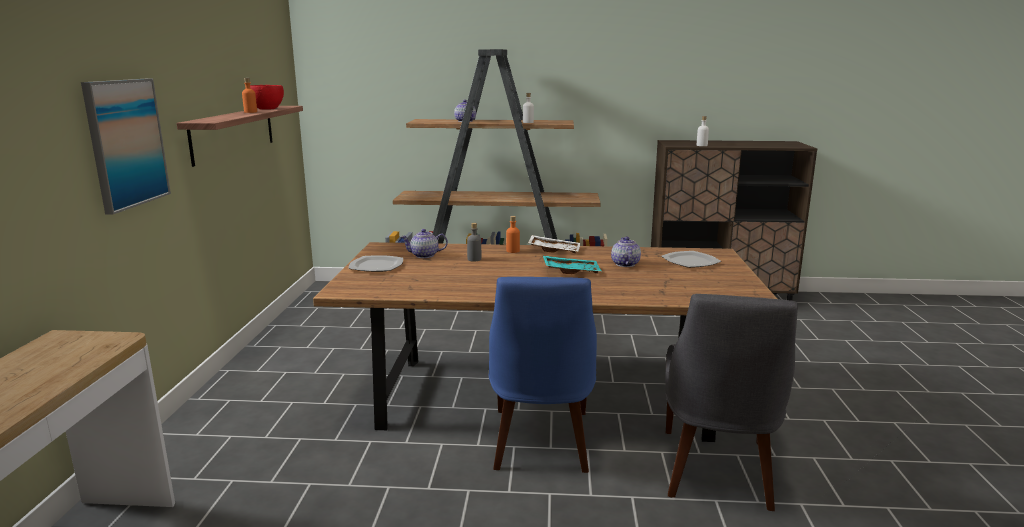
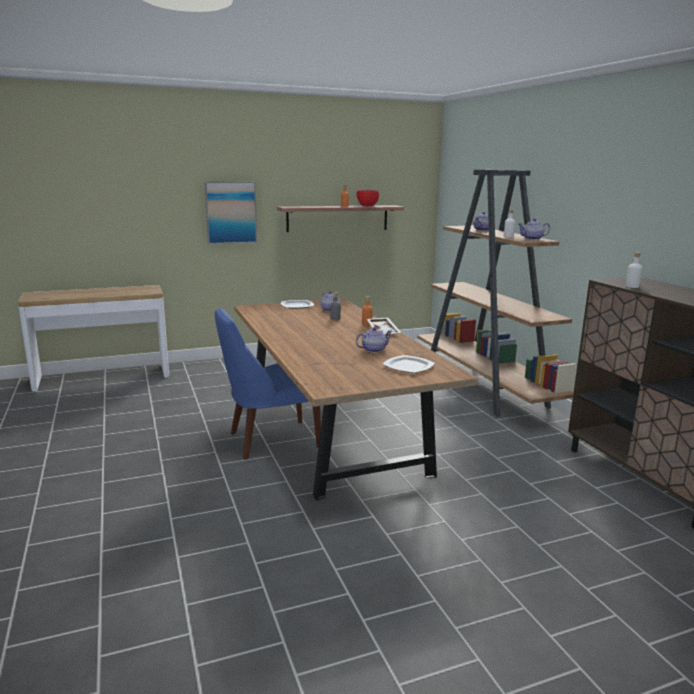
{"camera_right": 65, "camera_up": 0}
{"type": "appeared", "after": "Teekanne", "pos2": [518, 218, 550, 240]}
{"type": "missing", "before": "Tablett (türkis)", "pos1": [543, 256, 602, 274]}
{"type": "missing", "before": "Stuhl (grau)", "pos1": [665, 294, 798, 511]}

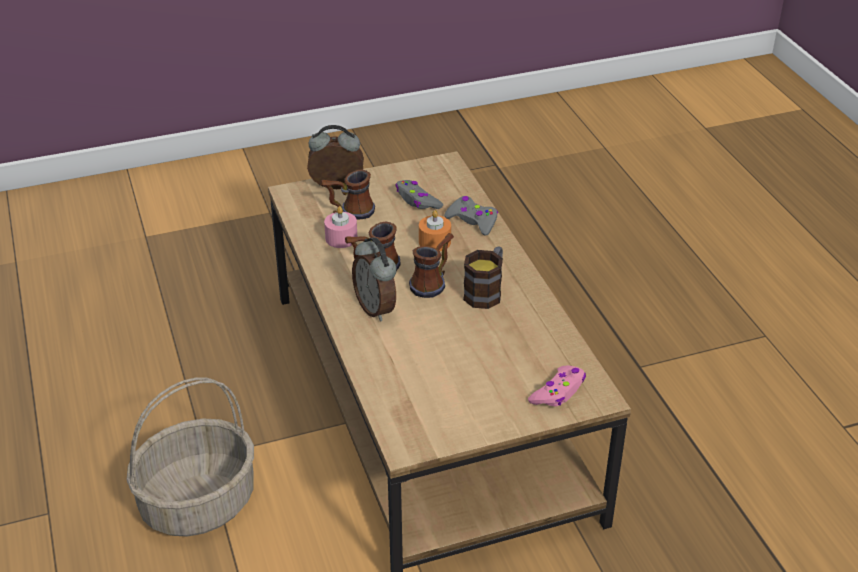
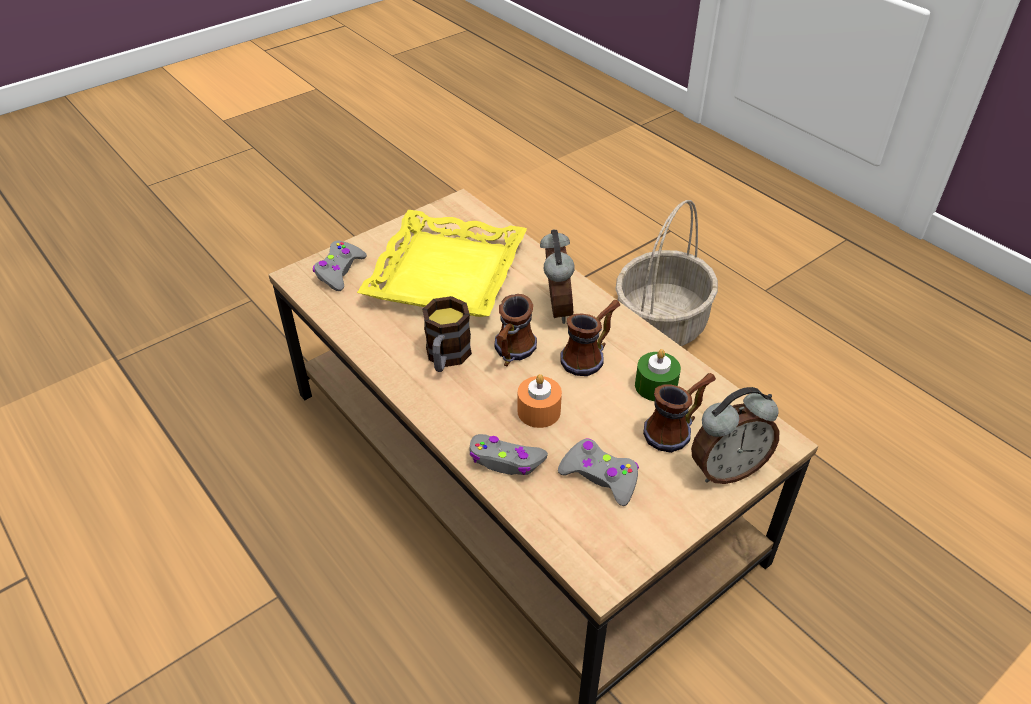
{"camera_right": 160, "camera_up": 5}
{"type": "colour", "before": "Gamepad (rosa)", "after": "Gamepad (grau)", "pos1": [528, 365, 586, 406], "pos2": [313, 241, 367, 291]}
{"type": "appeared", "after": "Tablett (gelb)", "pos2": [357, 210, 527, 317]}
{"type": "spun", "before": "Wecker", "pos1": [352, 237, 397, 322], "pos2": [540, 230, 575, 324], "turn": 45}
{"type": "colour", "before": "Kerze (rosa)", "after": "Kerze (grün)", "pos1": [324, 206, 357, 248], "pos2": [635, 349, 681, 401]}

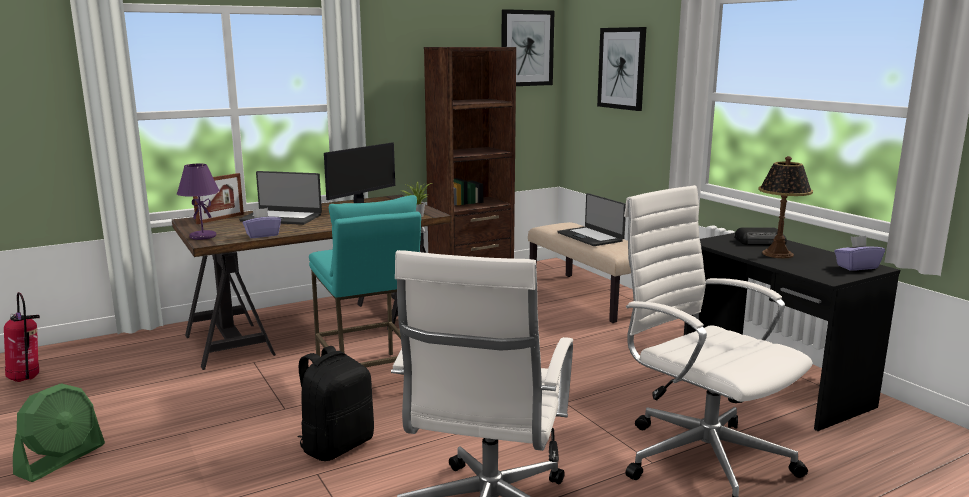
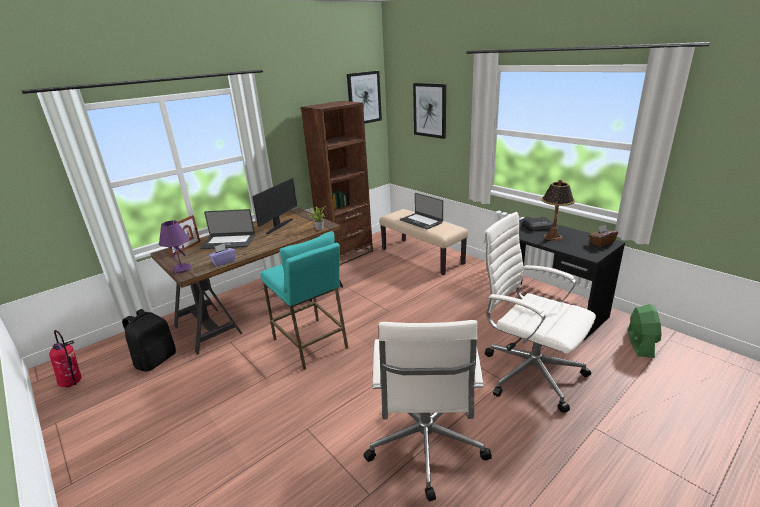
{"camera_right": -10, "camera_up": 10}
{"type": "relocated", "before": "Rucksack (schwarz)", "pos1": [298, 346, 374, 461], "pos2": [122, 309, 176, 372]}
{"type": "colour", "before": "Taschentuchbox (lila)", "after": "Taschentuchbox (braun)", "pos1": [834, 236, 885, 271], "pos2": [589, 225, 618, 247]}
{"type": "relocated", "before": "Ventilator (grün)", "pos1": [13, 383, 105, 482], "pos2": [628, 304, 662, 358]}

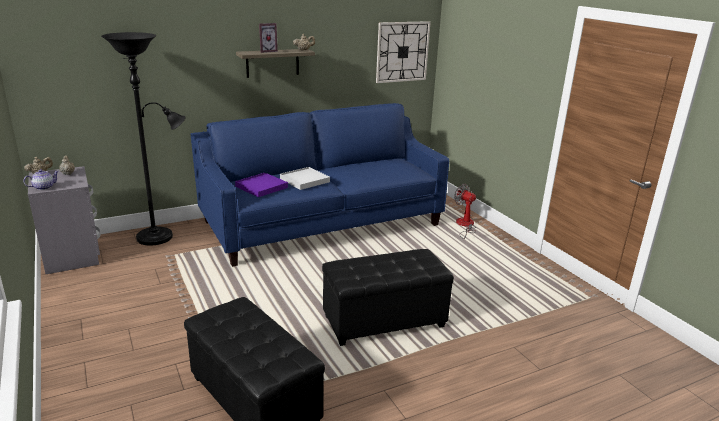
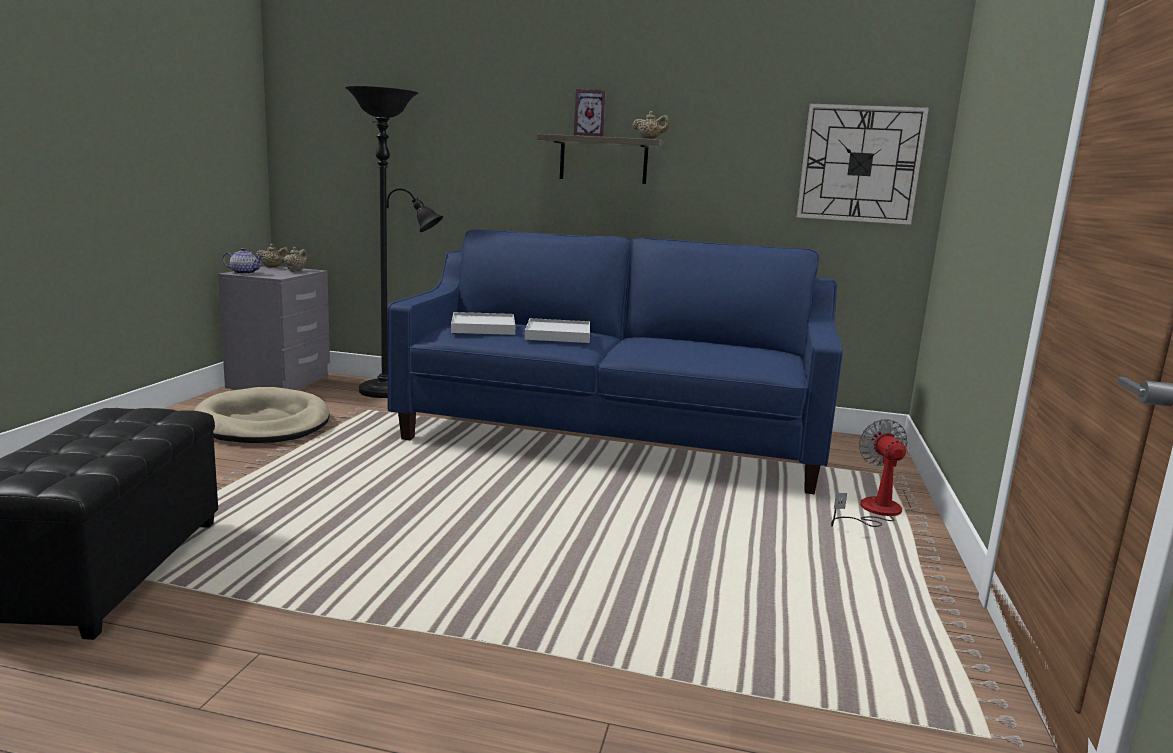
{"camera_right": 40, "camera_up": -10}
{"type": "appeared", "after": "Hundebett (beige)", "pos2": [194, 387, 330, 443]}
{"type": "colour", "before": "Tablett (lila)", "after": "Tablett (weiß)", "pos1": [235, 173, 288, 197], "pos2": [451, 312, 515, 335]}
{"type": "missing", "before": "Polsterhocker (schwarz)", "pos1": [322, 249, 454, 346]}

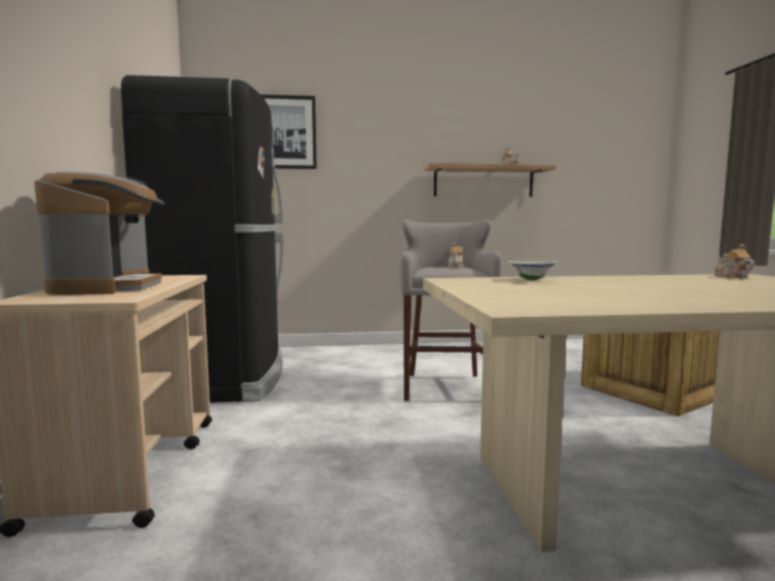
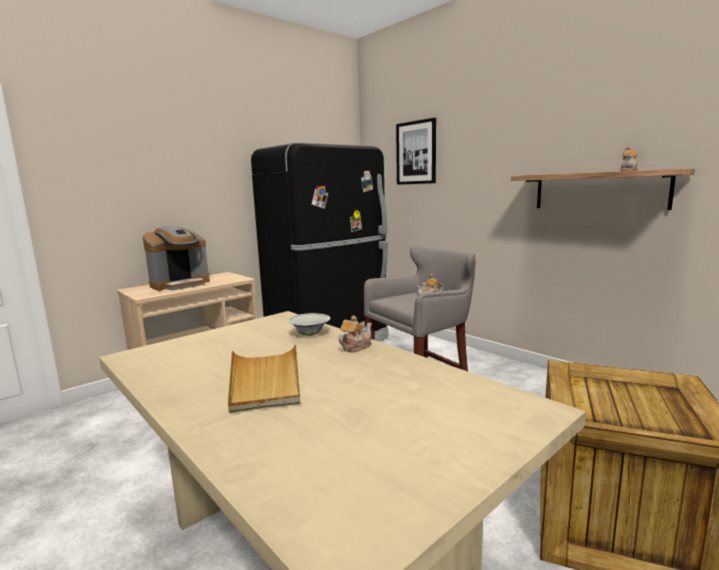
{"camera_right": 55, "camera_up": 5}
{"type": "appeared", "after": "Tablett (beige)", "pos2": [228, 344, 300, 413]}
{"type": "relocated", "before": "Teekanne", "pos1": [714, 244, 754, 278], "pos2": [338, 315, 372, 352]}

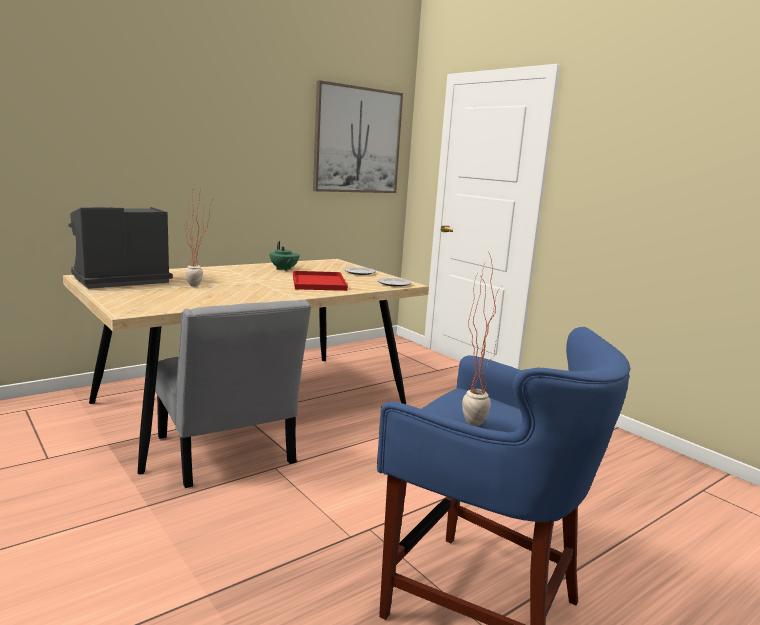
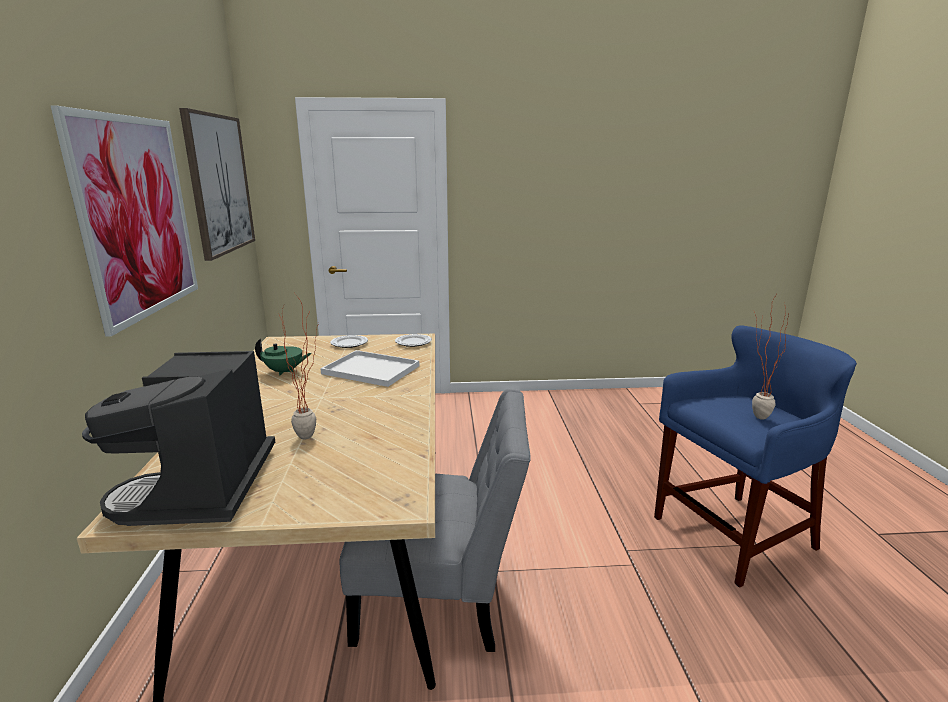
{"camera_right": -55, "camera_up": 5}
{"type": "appeared", "after": "Bild", "pos2": [51, 106, 198, 337]}
{"type": "colour", "before": "Tablett (rot)", "after": "Tablett (weiß)", "pos1": [293, 271, 348, 291], "pos2": [320, 350, 419, 387]}

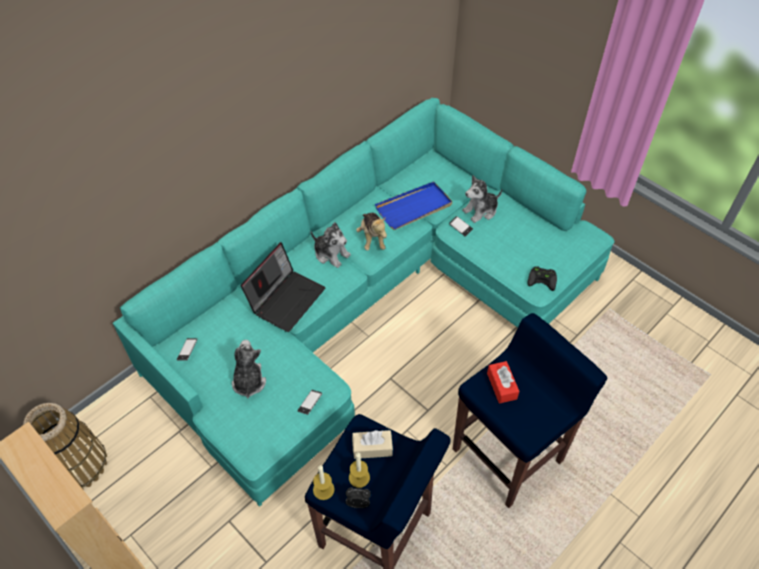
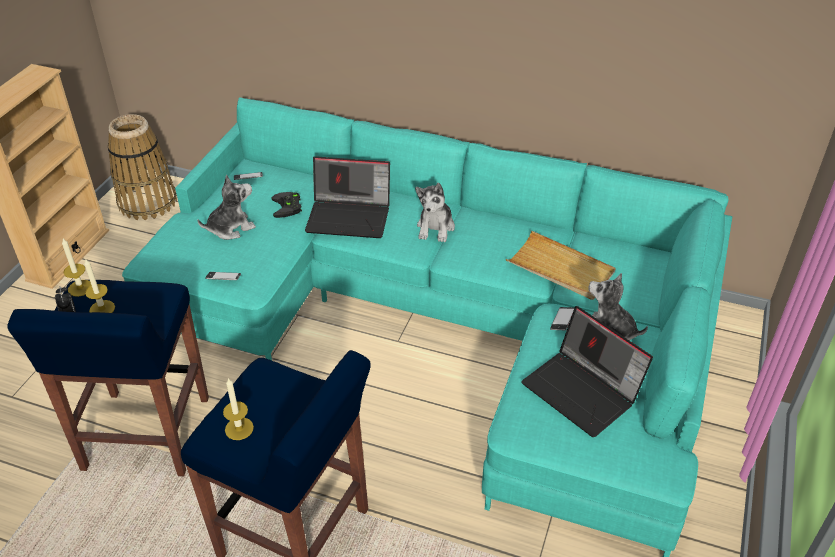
{"camera_right": 65, "camera_up": -10}
{"type": "appeared", "after": "Kerze", "pos2": [223, 378, 254, 440]}
{"type": "relocated", "before": "Gamepad (schwarz)", "pos1": [528, 267, 557, 291], "pos2": [271, 192, 302, 218]}
{"type": "colour", "before": "Tablett (blau)", "after": "Tablett (beige)", "pos1": [375, 181, 452, 230], "pos2": [506, 231, 616, 300]}
{"type": "appeared", "after": "Laptop", "pos2": [521, 306, 653, 437]}
{"type": "missing", "before": "Taschentuchbox (beige)", "pos1": [352, 430, 393, 459]}
{"type": "missing", "before": "Plüschtier", "pos1": [356, 213, 387, 251]}
{"type": "missing", "before": "Taschentuchbox (rot)", "pos1": [487, 361, 520, 404]}

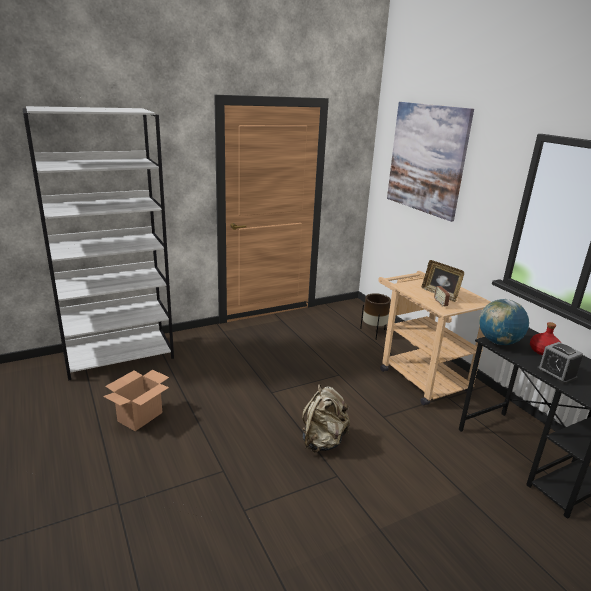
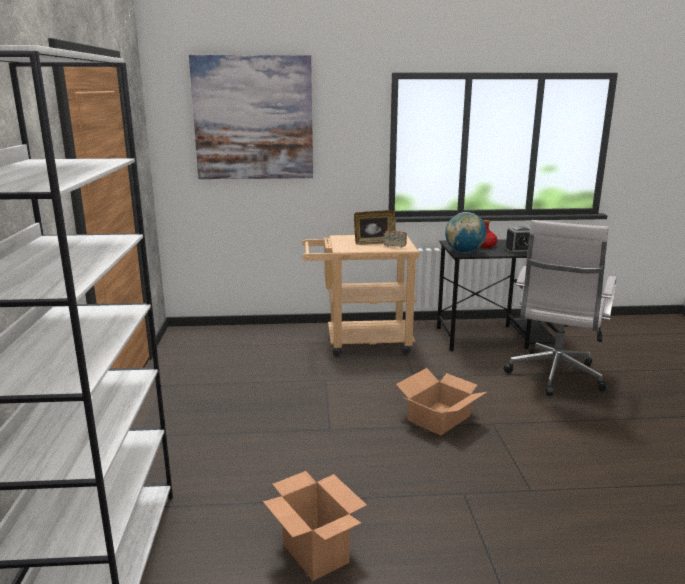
{"camera_right": -65, "camera_up": -5}
{"type": "exchanged", "before": "Rucksack (beige)", "after": "Karton", "pos1": [302, 384, 350, 453], "pos2": [396, 368, 487, 436]}
{"type": "appeared", "after": "Bürostuhl (weiß)", "pos2": [503, 220, 617, 396]}
{"type": "missing", "before": "Pflanzkübel (braun)", "pos1": [360, 293, 391, 339]}

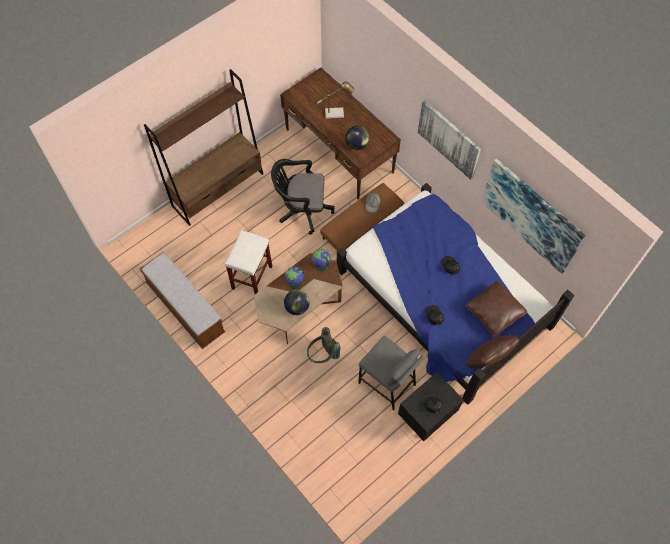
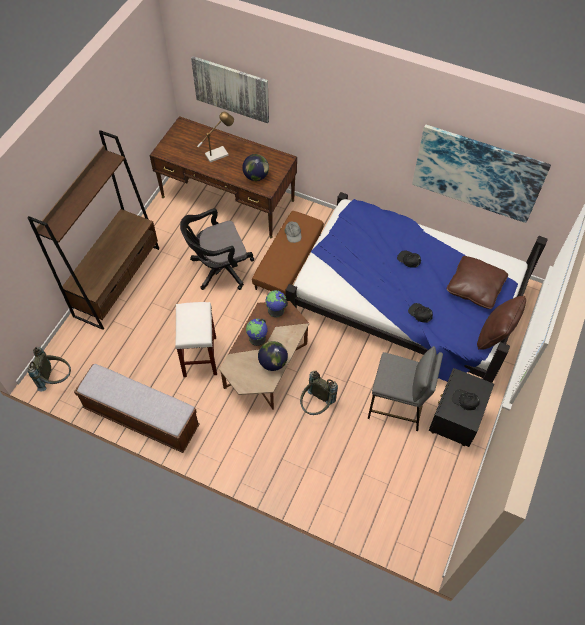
{"camera_right": -25, "camera_up": -5}
{"type": "appeared", "after": "Rucksack (grau)", "pos2": [28, 347, 71, 391]}
{"type": "relocated", "before": "Bild", "pos1": [418, 100, 481, 180], "pos2": [191, 56, 269, 123]}

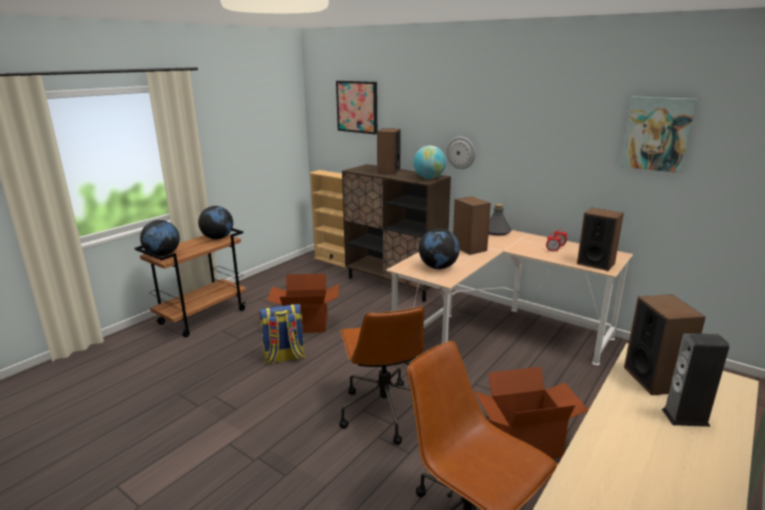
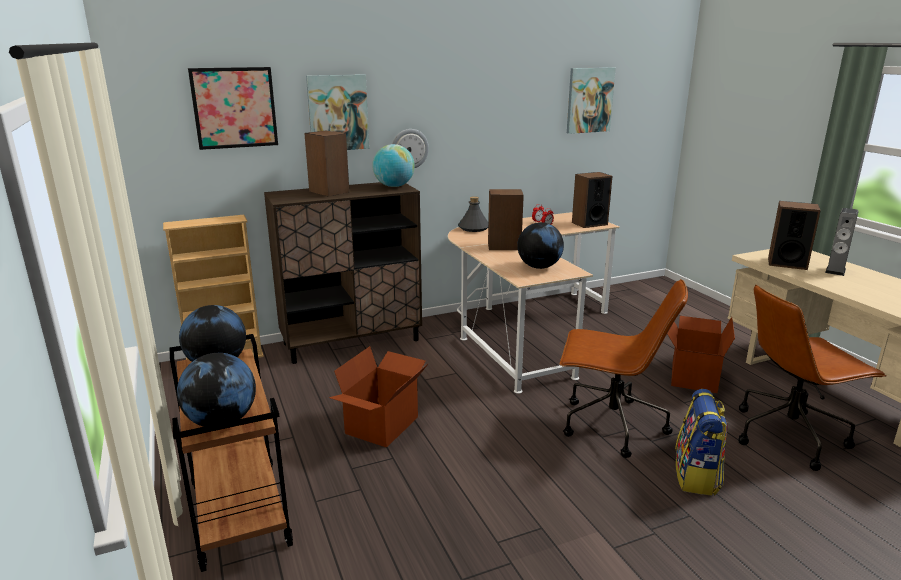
{"camera_right": -60, "camera_up": 0}
{"type": "appeared", "after": "Bild", "pos2": [306, 74, 369, 150]}
{"type": "relocated", "before": "Rucksack", "pos1": [259, 304, 305, 365], "pos2": [675, 389, 727, 496]}

